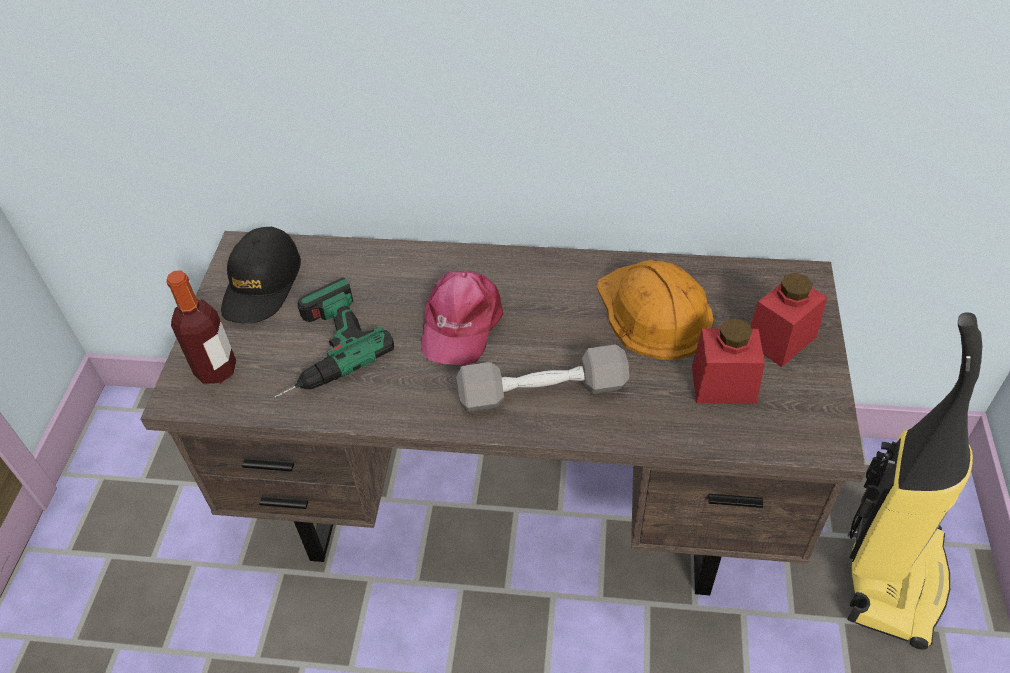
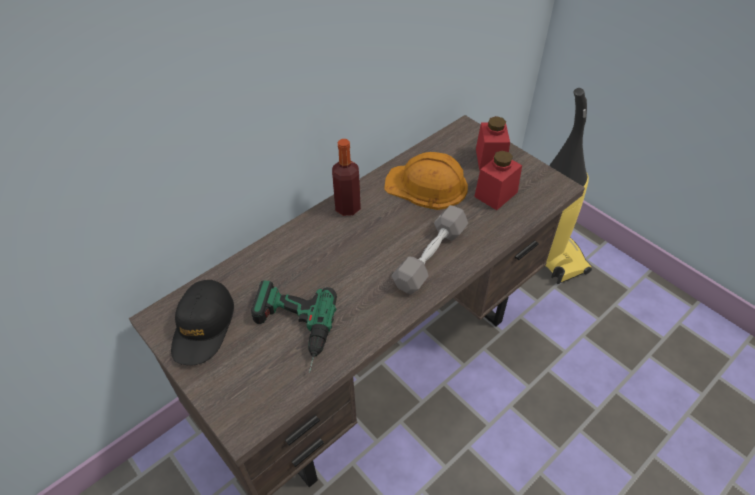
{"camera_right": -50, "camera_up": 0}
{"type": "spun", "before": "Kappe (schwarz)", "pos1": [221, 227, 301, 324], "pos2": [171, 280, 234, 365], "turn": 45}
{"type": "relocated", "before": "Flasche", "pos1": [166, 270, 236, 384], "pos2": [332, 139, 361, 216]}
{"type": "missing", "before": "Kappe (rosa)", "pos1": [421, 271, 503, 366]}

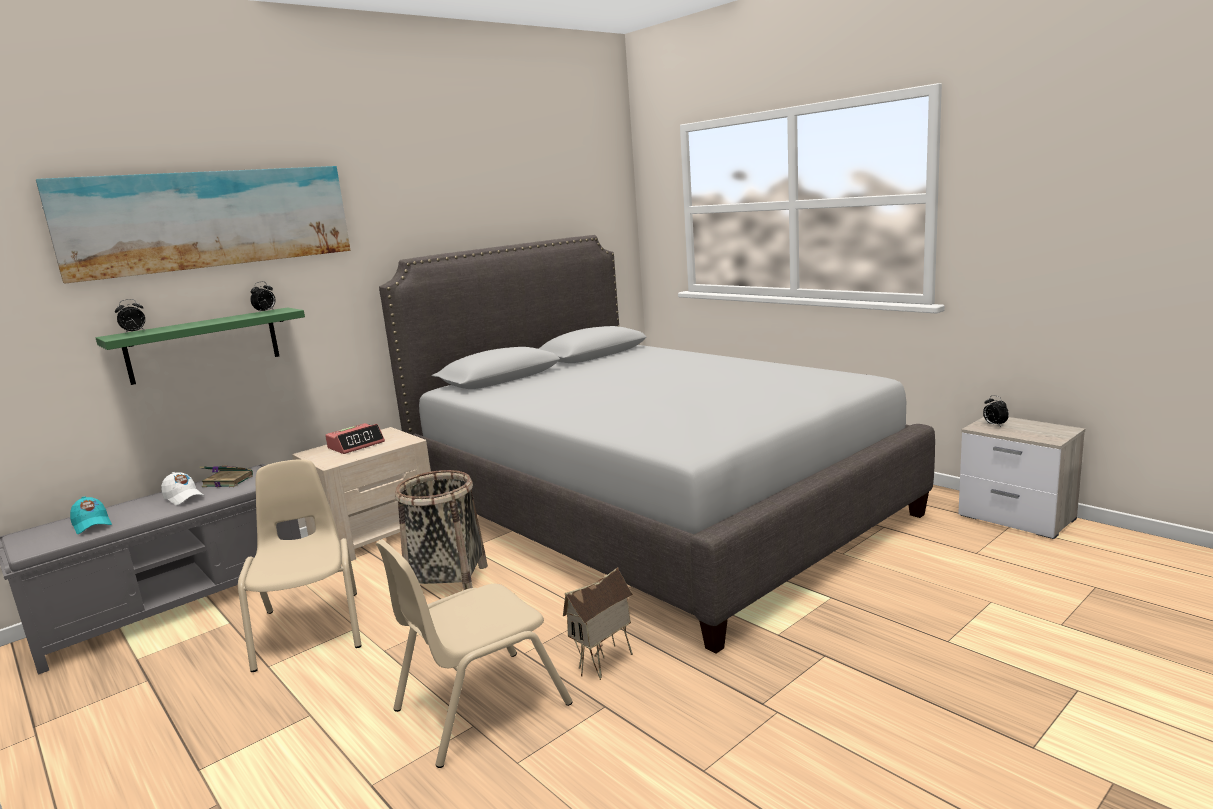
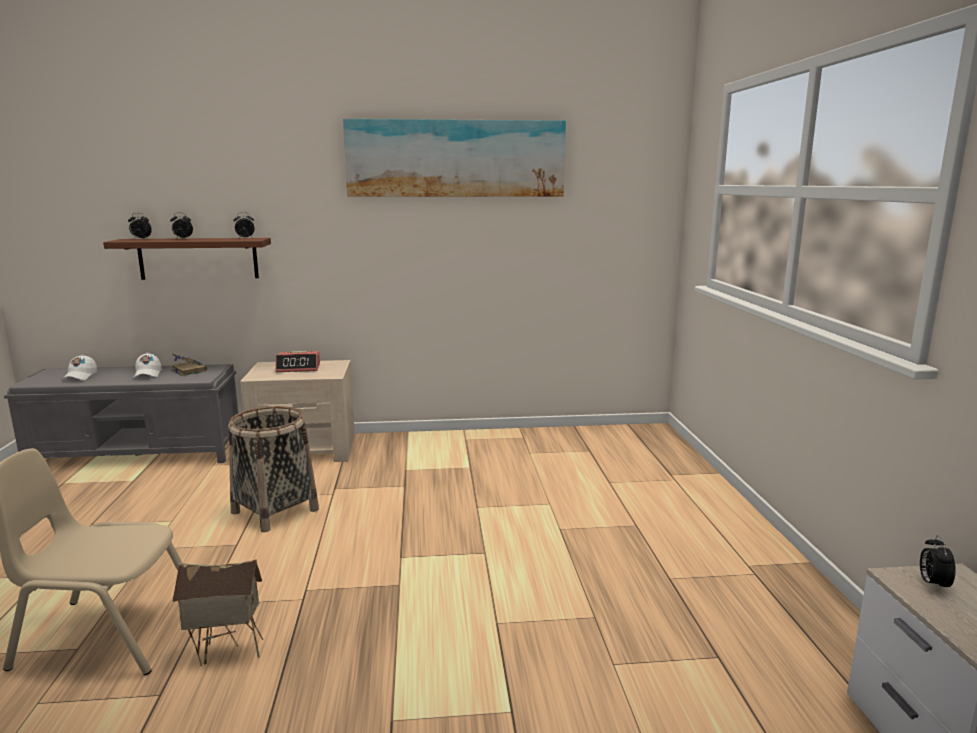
{"camera_right": 35, "camera_up": 0}
{"type": "colour", "before": "Kappe (türkis)", "after": "Kappe (weiß)", "pos1": [70, 496, 112, 534], "pos2": [62, 355, 97, 381]}
{"type": "colour", "before": "Wandregal (grün)", "after": "Wandregal (braun)", "pos1": [96, 308, 305, 385], "pos2": [103, 238, 271, 280]}
{"type": "appeared", "after": "Wecker", "pos2": [170, 213, 193, 239]}
{"type": "relocated", "before": "Bild", "pos1": [36, 166, 350, 283], "pos2": [343, 119, 566, 197]}
{"type": "missing", "before": "Stuhl (beige)", "pos1": [238, 459, 362, 672]}
{"type": "missing", "before": "Bett (grau)", "pos1": [379, 235, 935, 654]}

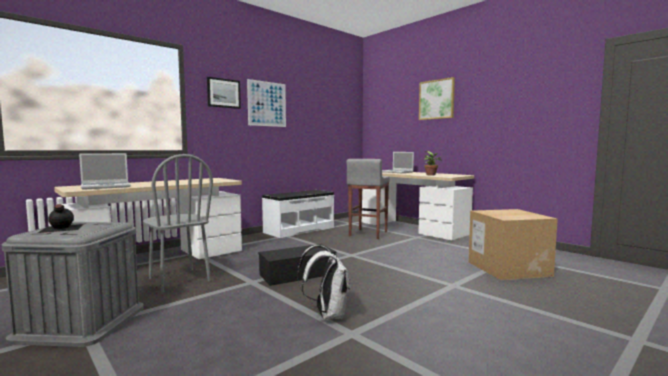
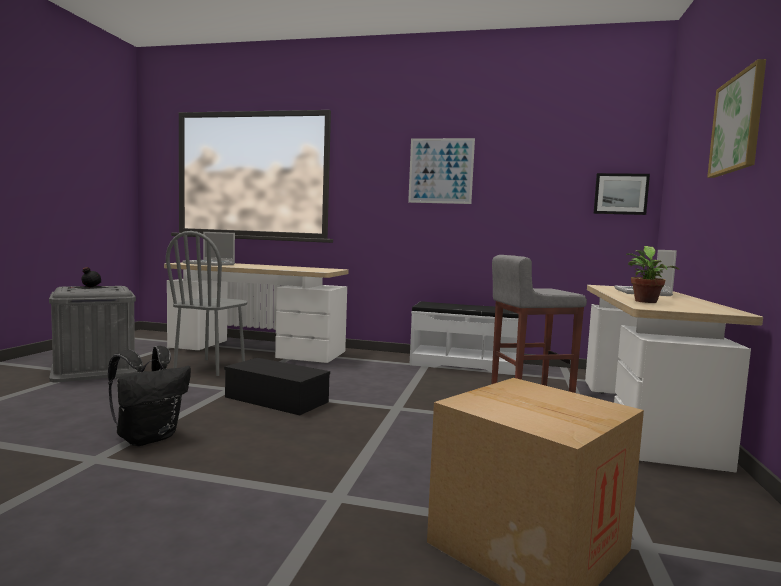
{"camera_right": 55, "camera_up": 0}
{"type": "colour", "before": "Rucksack (weiß)", "after": "Rucksack (schwarz)", "pos1": [297, 245, 350, 320], "pos2": [108, 346, 191, 446]}
{"type": "relocated", "before": "Bild", "pos1": [207, 77, 241, 109], "pos2": [593, 173, 650, 215]}

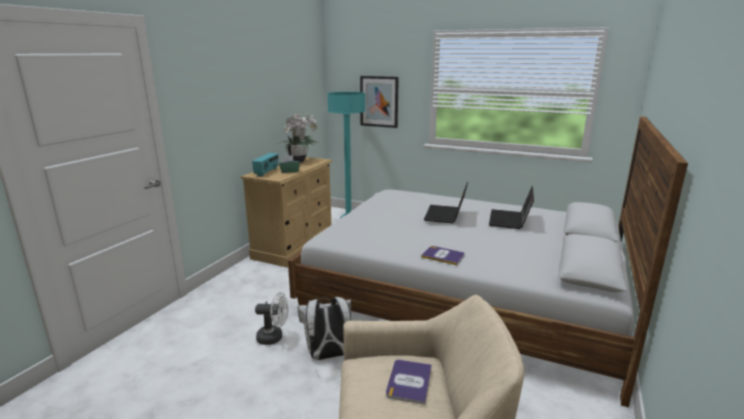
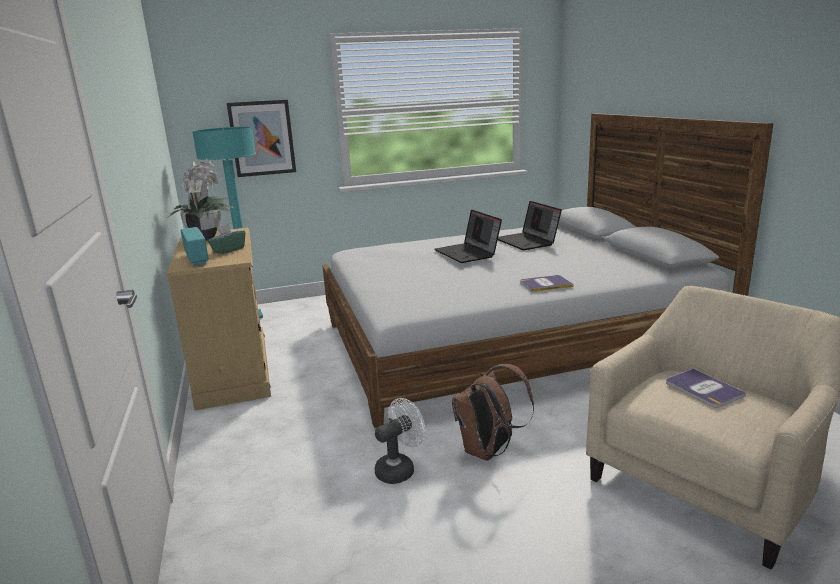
{"camera_right": -40, "camera_up": 0}
{"type": "colour", "before": "Rucksack (weiß)", "after": "Rucksack (braun)", "pos1": [297, 297, 351, 360], "pos2": [452, 364, 534, 461]}

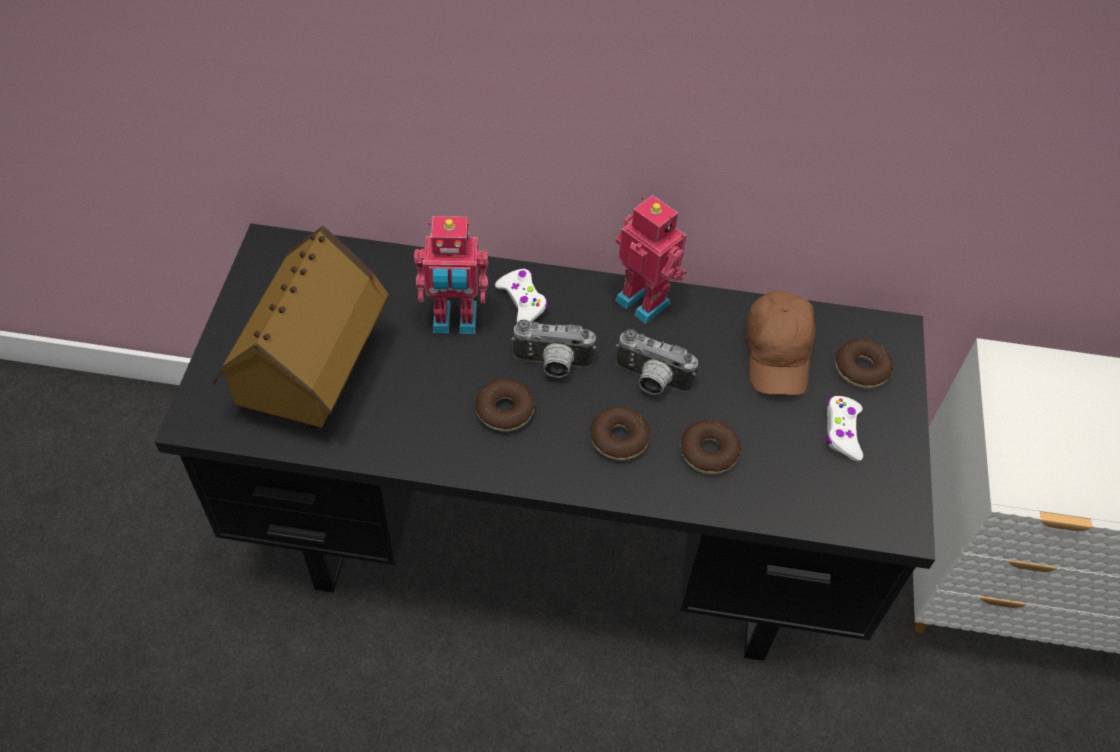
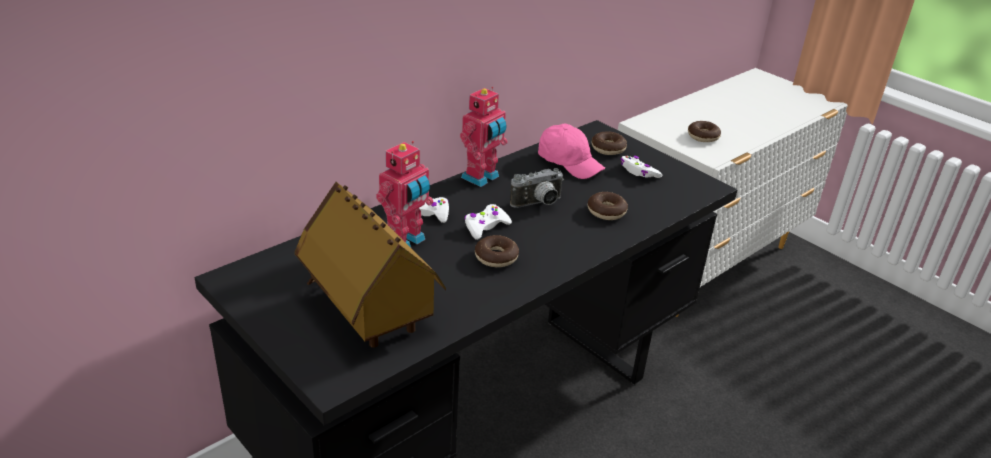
{"camera_right": -50, "camera_up": -20}
{"type": "spun", "before": "Spielzeugroboter", "pos1": [615, 195, 687, 324], "pos2": [460, 87, 508, 187], "turn": 135}
{"type": "exchanged", "before": "Kamera", "after": "Gamepad (weiß)", "pos1": [512, 319, 596, 377], "pos2": [464, 204, 512, 240]}
{"type": "colour", "before": "Kappe (braun)", "after": "Kappe (rosa)", "pos1": [745, 291, 815, 396], "pos2": [538, 123, 605, 179]}
{"type": "relocated", "before": "Donut", "pos1": [590, 407, 650, 461], "pos2": [688, 121, 721, 142]}

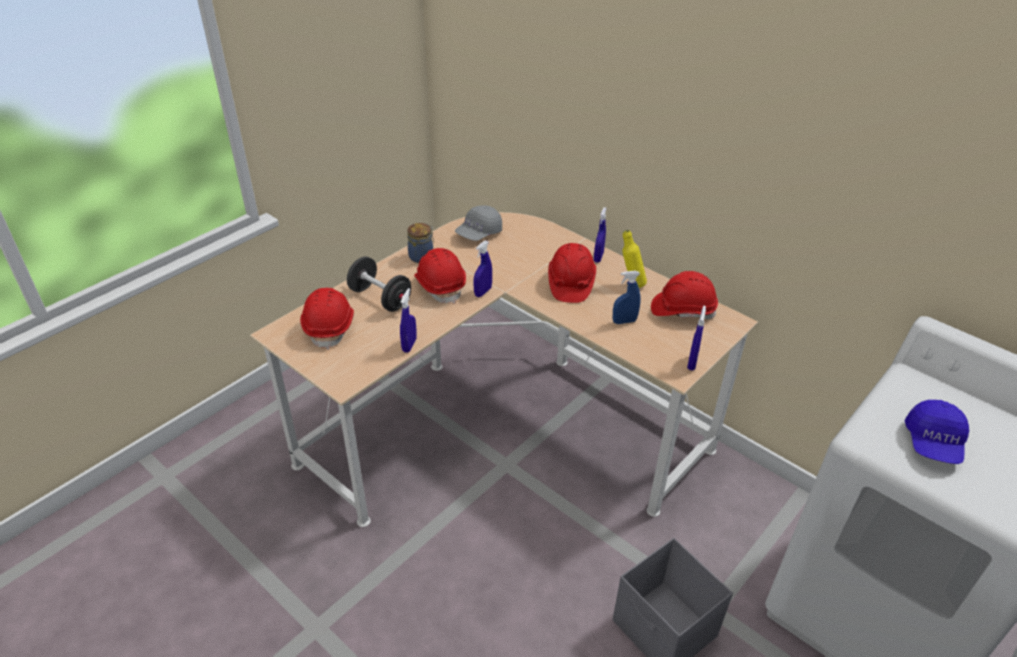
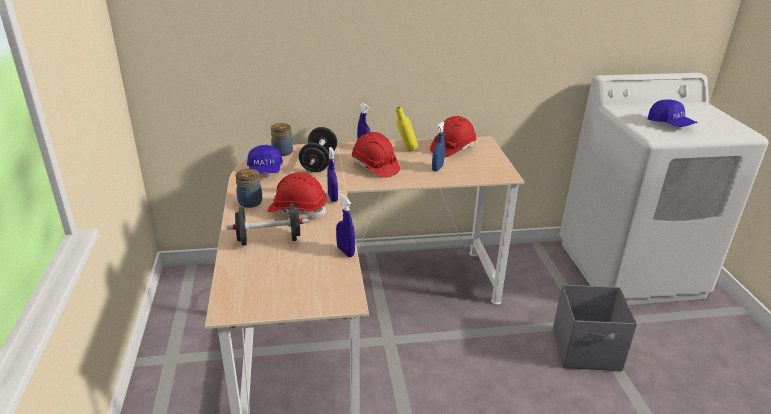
{"camera_right": -50, "camera_up": -10}
{"type": "colour", "before": "Kappe (grau)", "after": "Kappe (blau)", "pos1": [455, 205, 502, 241], "pos2": [247, 145, 283, 174]}
{"type": "appeared", "after": "Vorratsglas", "pos2": [271, 123, 293, 156]}
{"type": "appeared", "after": "Hantel (schwarz)", "pos2": [299, 127, 337, 172]}
{"type": "missing", "before": "Schutzhelm (rot)", "pos1": [300, 288, 354, 350]}
{"type": "missing", "before": "Sprühflasche (blau)", "pos1": [687, 306, 706, 371]}

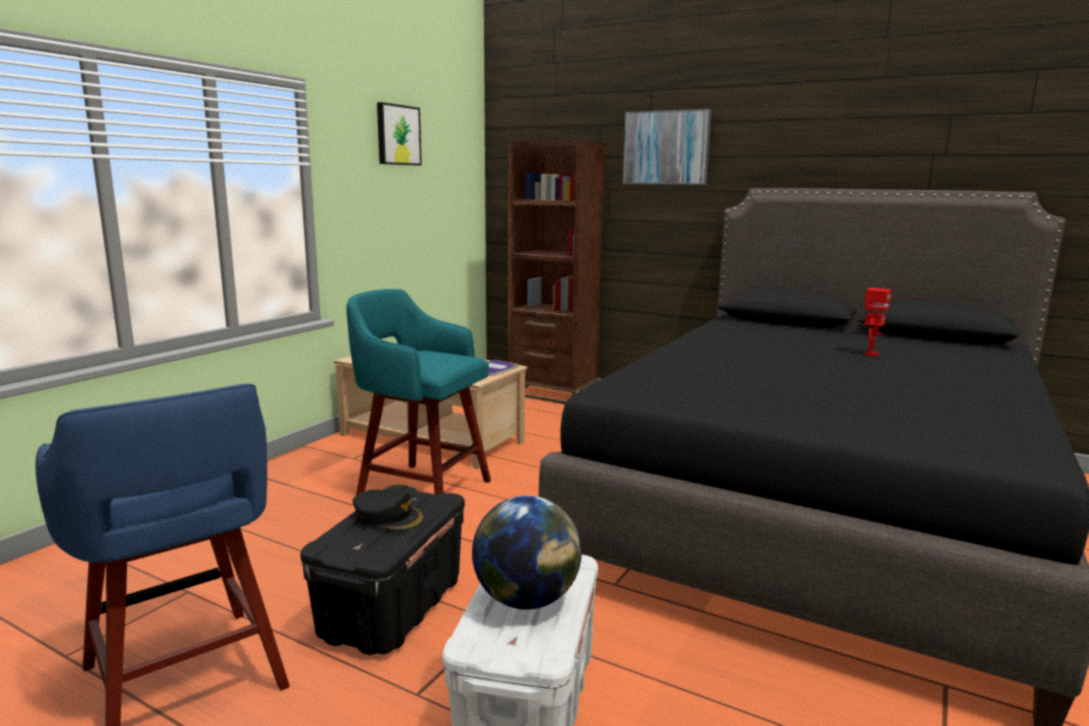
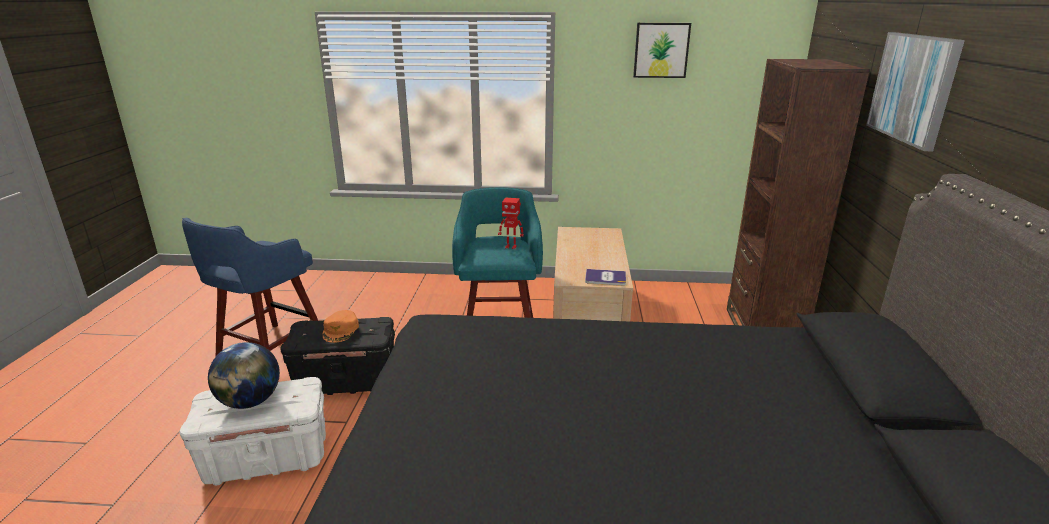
{"camera_right": 65, "camera_up": 10}
{"type": "colour", "before": "Kappe (schwarz)", "after": "Kappe (orange)", "pos1": [353, 489, 425, 531], "pos2": [323, 310, 359, 343]}
{"type": "relocated", "before": "Spielzeugroboter", "pos1": [864, 288, 892, 357], "pos2": [498, 197, 524, 249]}

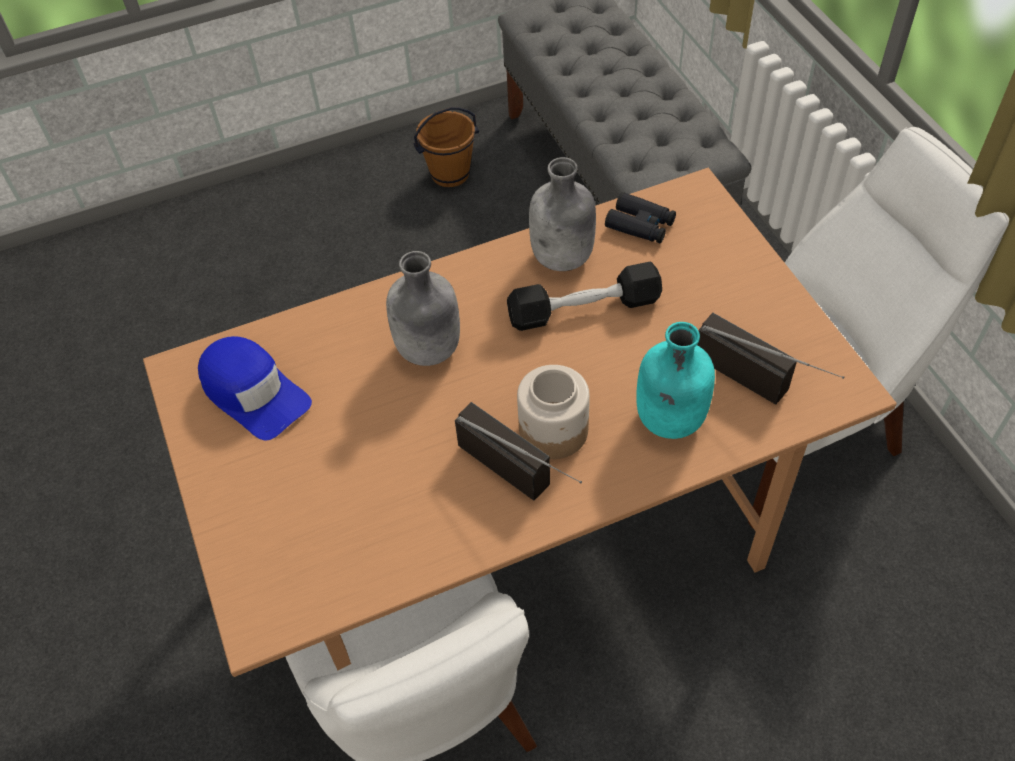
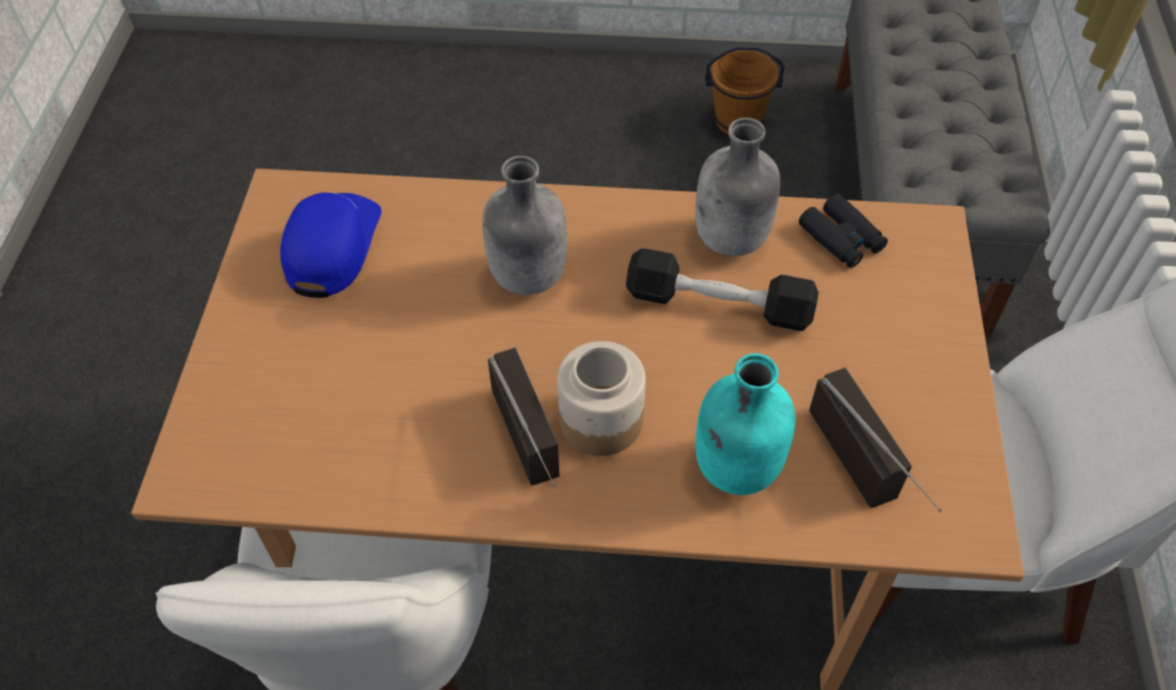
{"camera_right": 25, "camera_up": 0}
{"type": "spun", "before": "Kappe (blau)", "pos1": [198, 336, 312, 441], "pos2": [280, 192, 381, 298], "turn": -150}

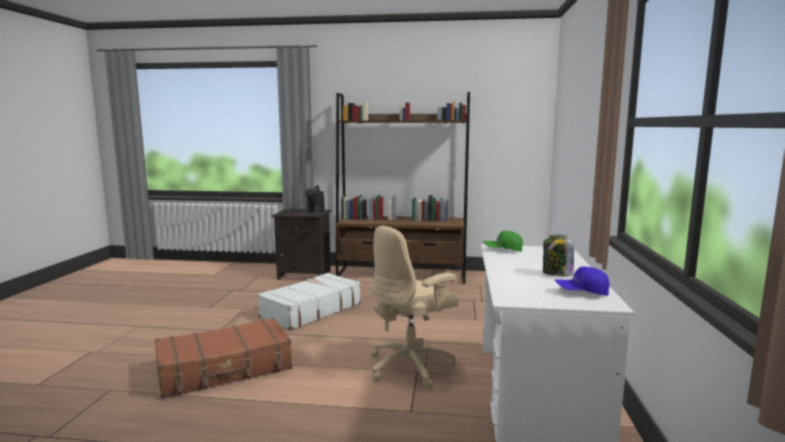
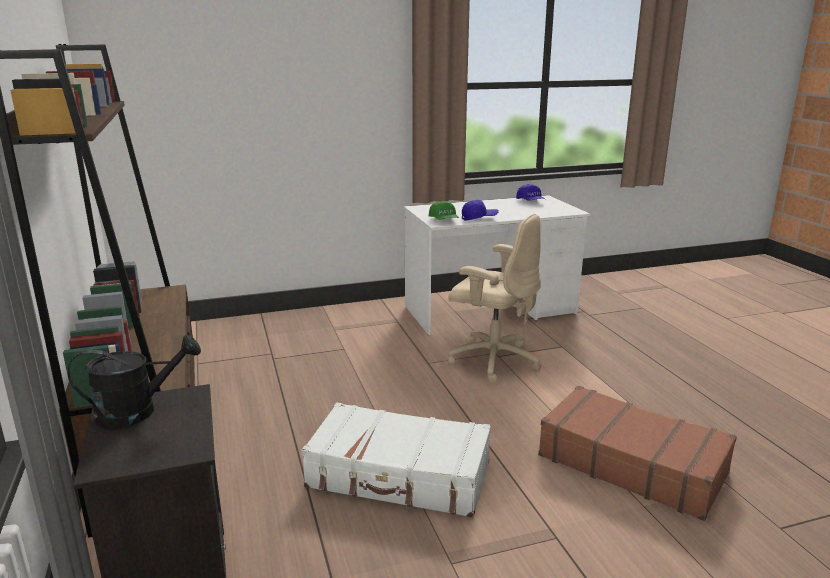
{"camera_right": -115, "camera_up": 10}
{"type": "appeared", "after": "Kappe (blau)", "pos2": [462, 200, 499, 220]}
{"type": "missing", "before": "Vorratsglas", "pos1": [543, 235, 574, 276]}

